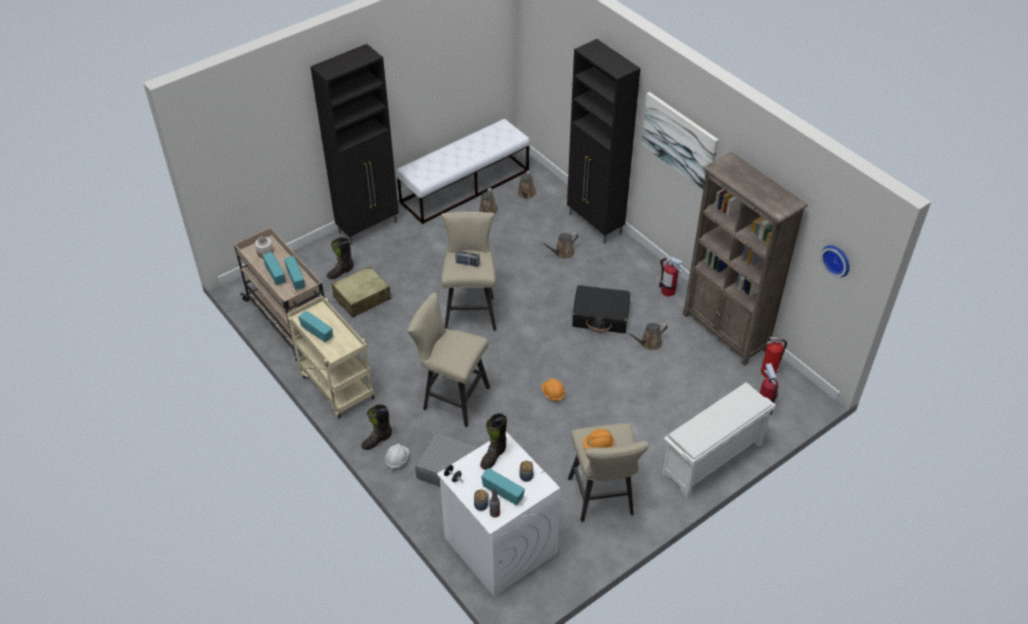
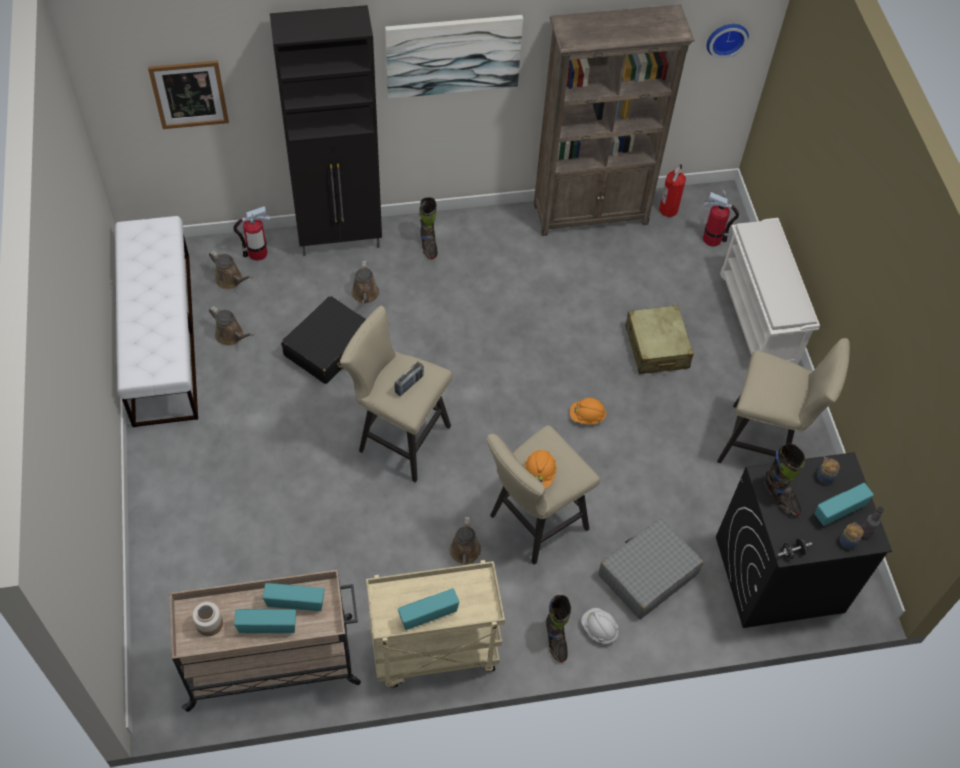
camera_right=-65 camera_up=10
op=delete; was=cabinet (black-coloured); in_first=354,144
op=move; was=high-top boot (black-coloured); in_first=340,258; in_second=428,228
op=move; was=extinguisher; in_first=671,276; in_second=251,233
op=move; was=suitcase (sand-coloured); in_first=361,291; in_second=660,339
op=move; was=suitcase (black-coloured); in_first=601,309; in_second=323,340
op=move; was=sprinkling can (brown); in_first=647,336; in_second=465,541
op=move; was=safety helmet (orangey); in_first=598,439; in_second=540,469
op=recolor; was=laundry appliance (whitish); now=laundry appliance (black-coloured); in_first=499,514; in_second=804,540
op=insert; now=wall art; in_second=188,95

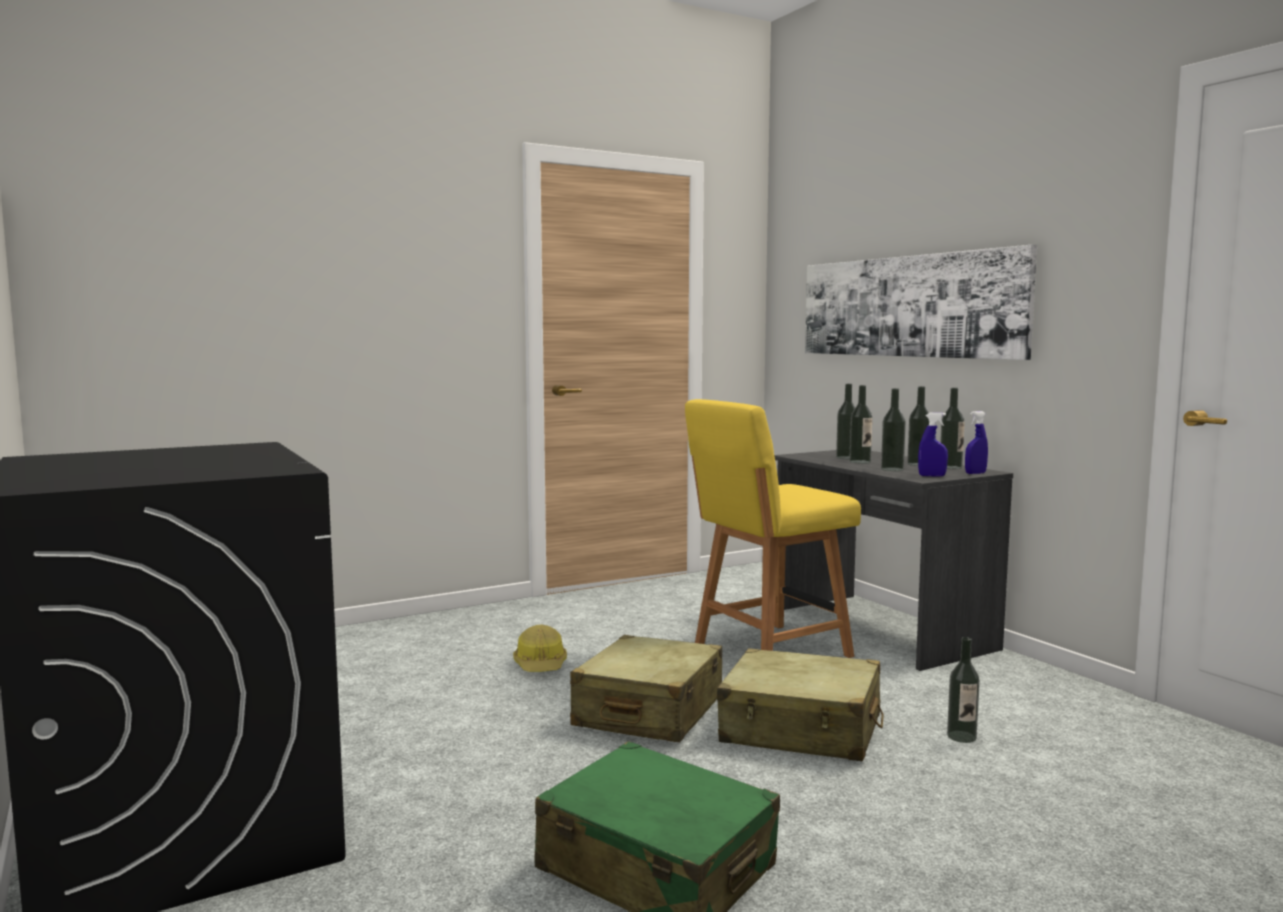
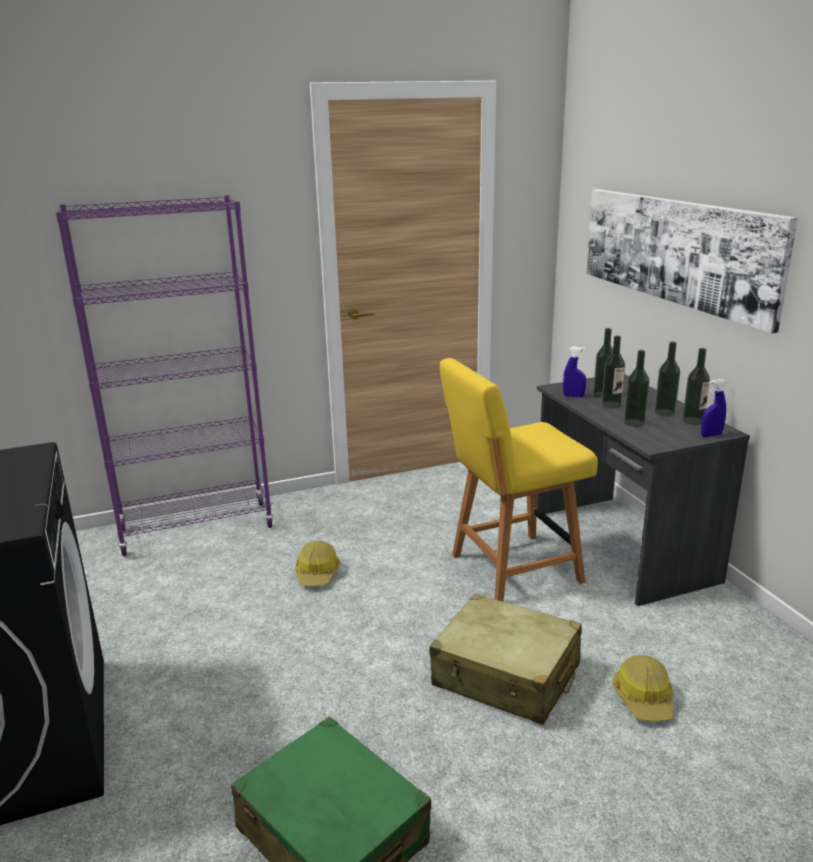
camera_right=10 camera_up=15
op=move; was=spray bottle (blue); in_first=933,445; in_second=574,372
op=delete; was=suitcase (sand-coloured); in_first=646,688
op=replace; was=drink bottle; now=safety helmet; in_first=963,690; in_second=643,688
op=insert; now=bookshelf (purple); in_second=165,375

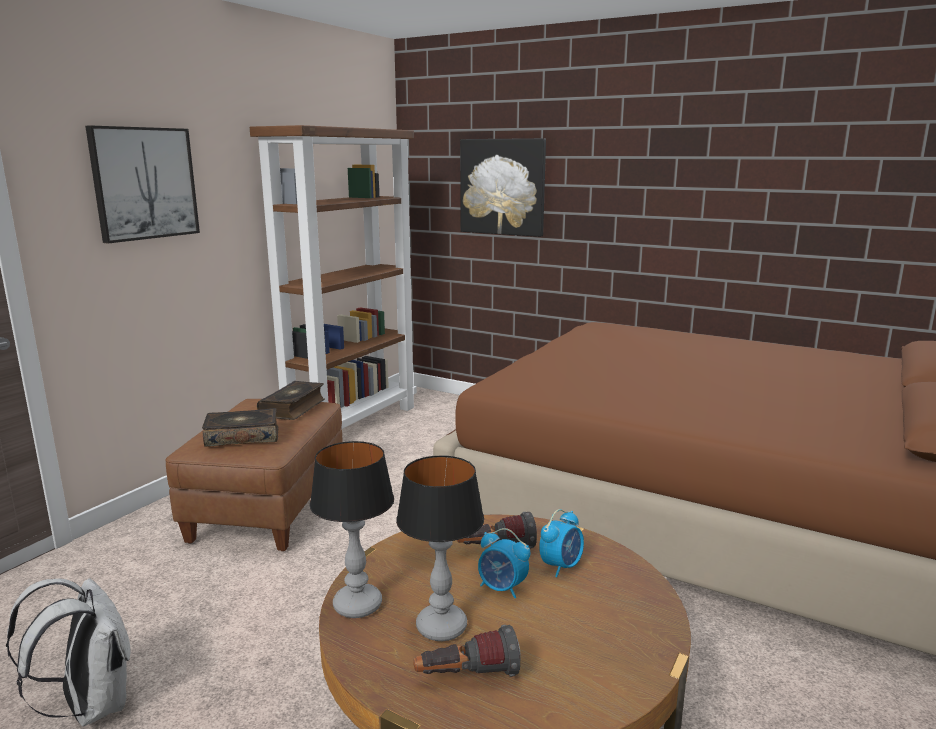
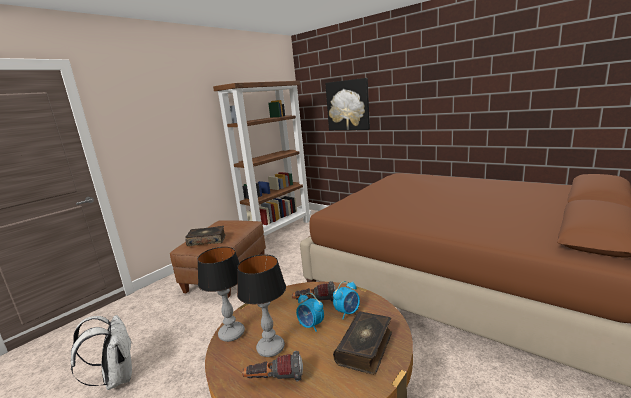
camera_right=10 camera_up=0
op=delete; was=wall art; in_first=142,184
op=move; was=volume; in_first=291,400; in_second=362,343

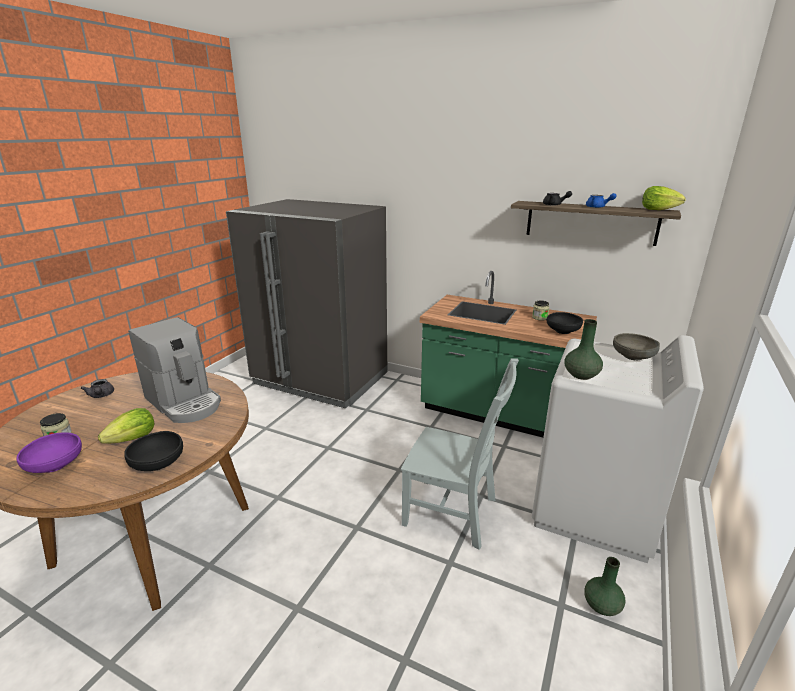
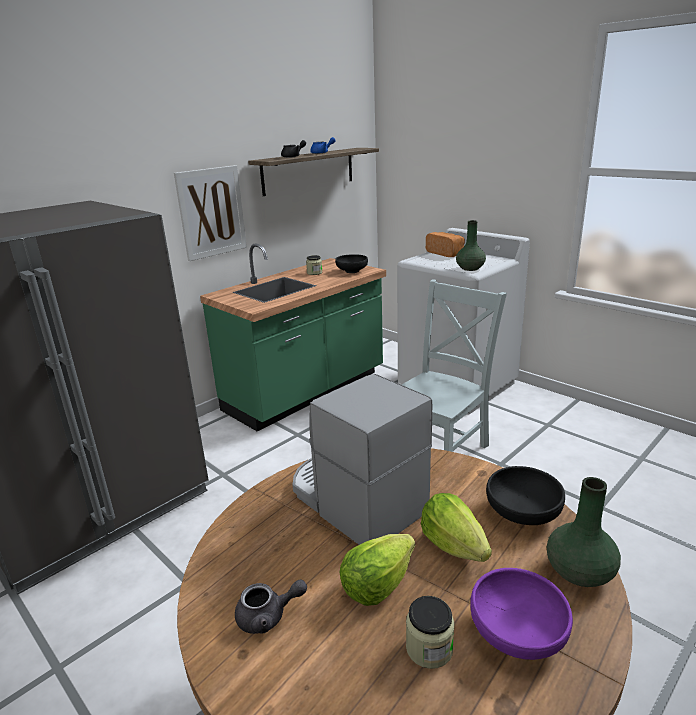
camera_right=-70 camera_up=0
op=move; was=head of lettuce; in_first=663,198; in_second=377,570
op=rotate; was=coffee machine; in_first=174,370; in_second=362,459; clockwise=-105
op=replace; was=bowl (grey); now=bakery bread; in_first=636,346; in_second=445,244
op=move; was=decorative vase (green-coloured); in_first=604,586; in_second=584,532
op=insert; now=wall art; in_second=210,213

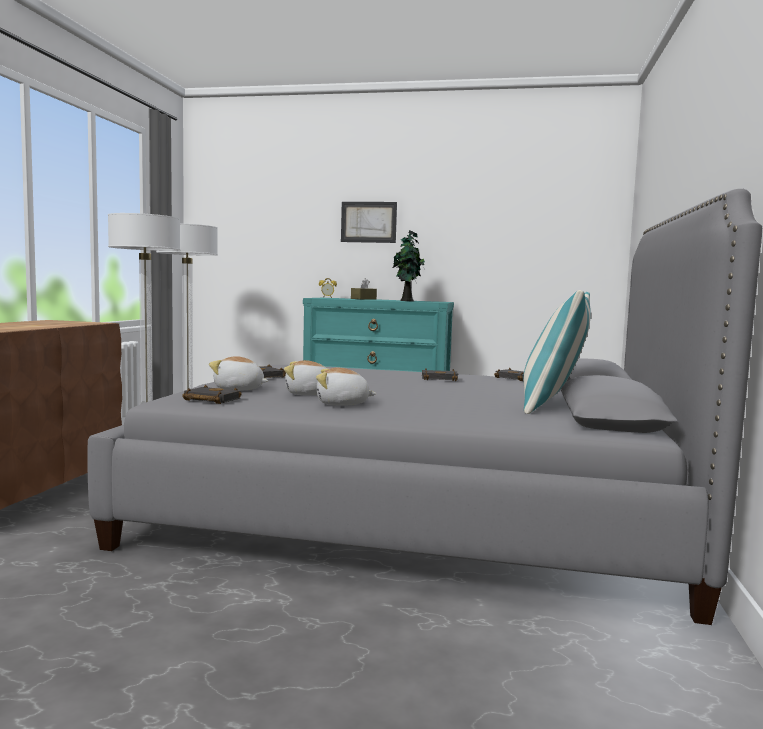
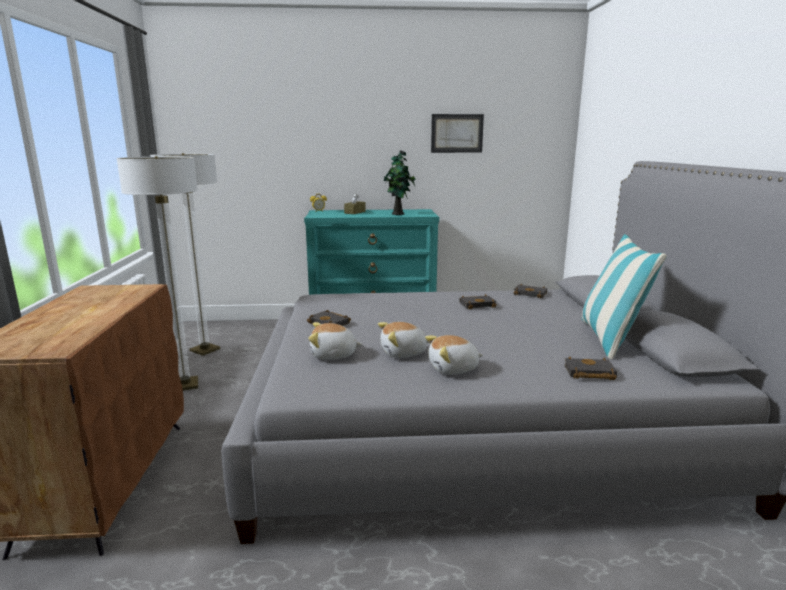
camera_right=-15 camera_up=10
op=move; was=wall art; in_first=369,222; in_second=457,133
op=move; was=volume (black-coloured); in_first=212,394; in_second=591,368

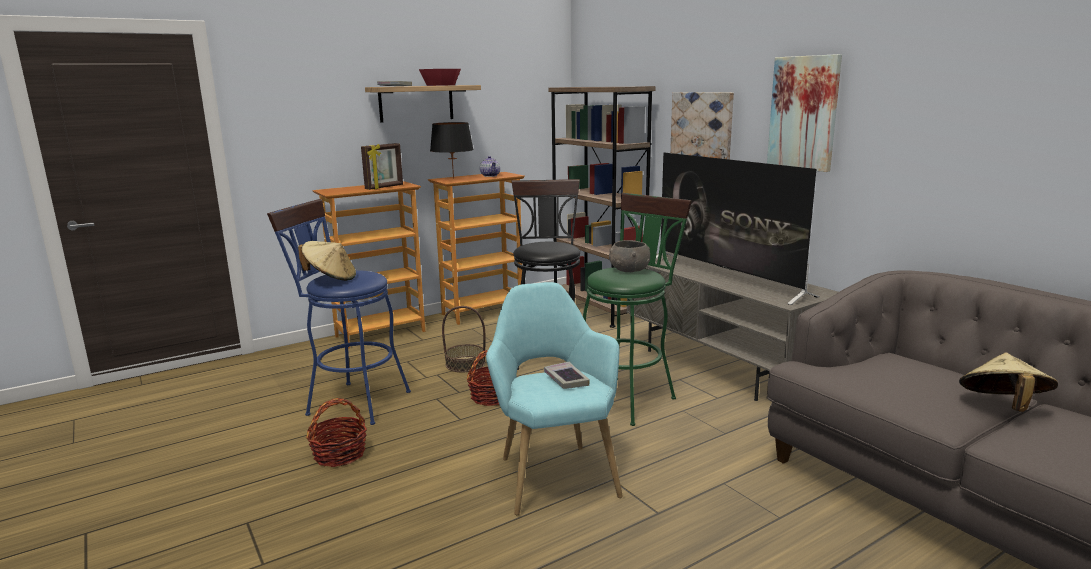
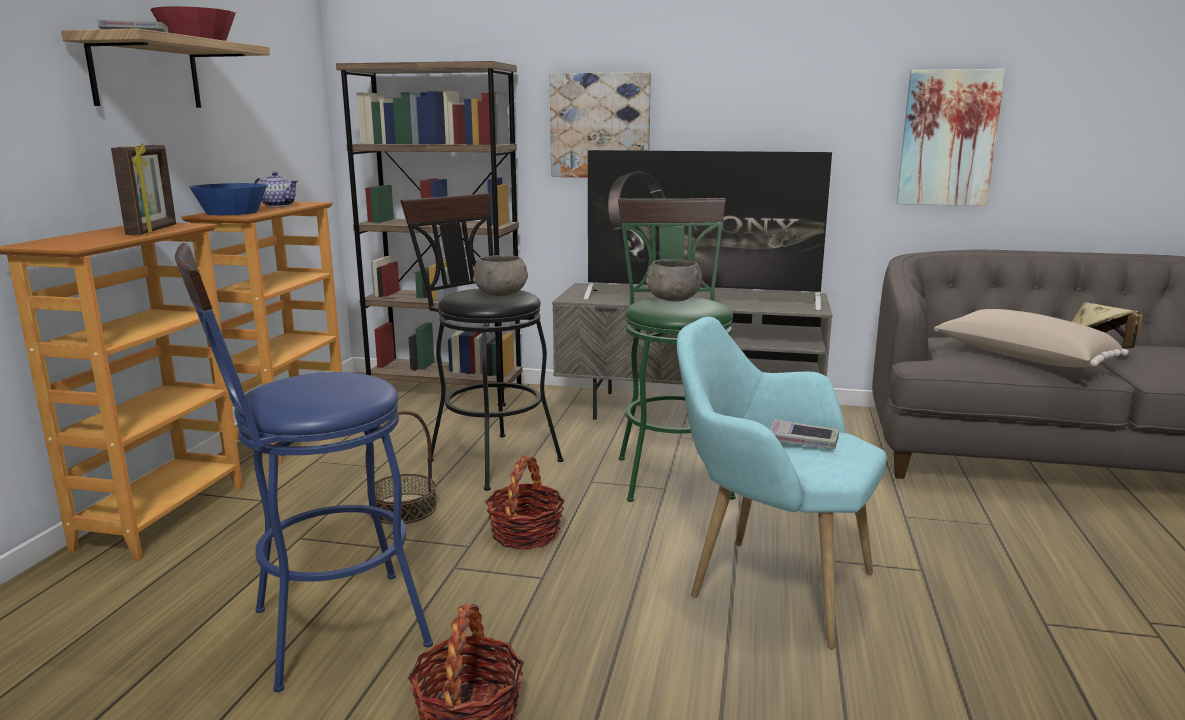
camera_right=-45 camera_up=0
op=move; was=wall art; in_first=804,113; in_second=950,137
op=replace; was=table lamp (black-coloured); now=bowl (blue); in_first=452,150; in_second=228,199
op=delete; was=wearable hat (sand-coloured); in_first=327,261
op=insert; now=bowl (grey); in_second=500,275
op=insert; now=pillow (sand-coloured); in_second=1031,338

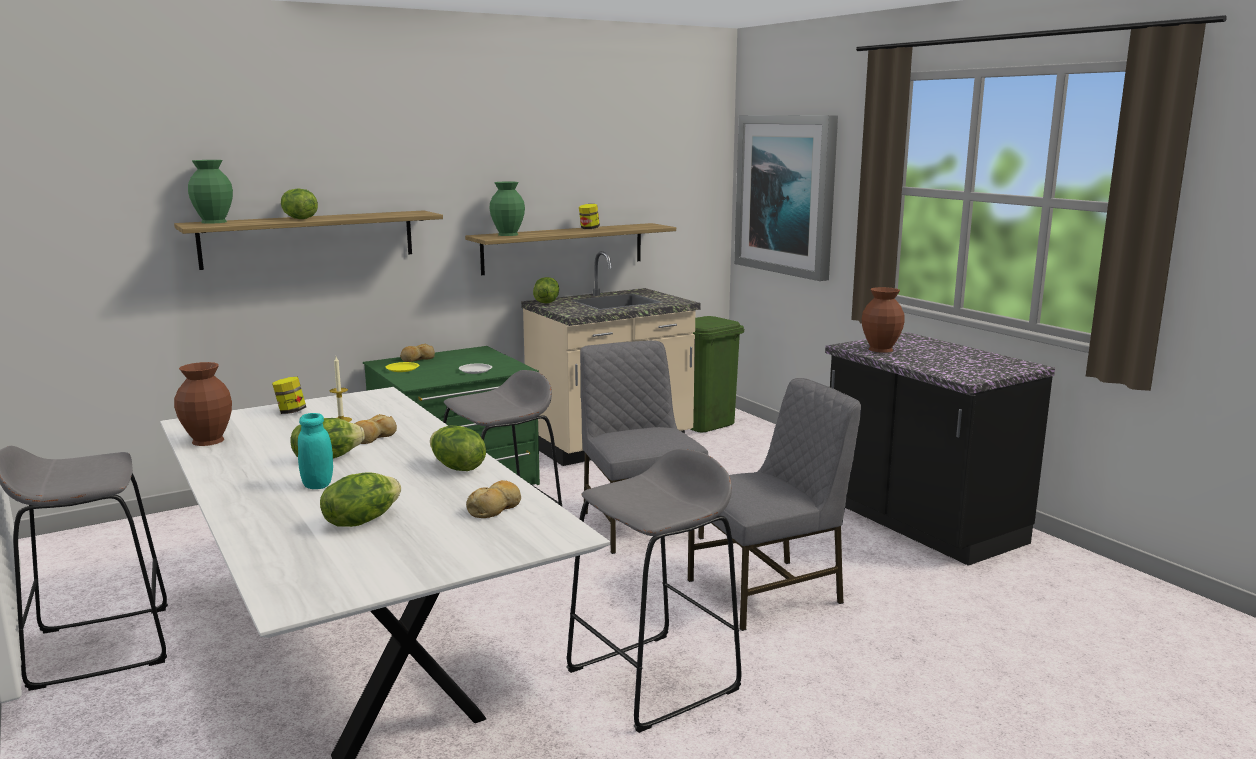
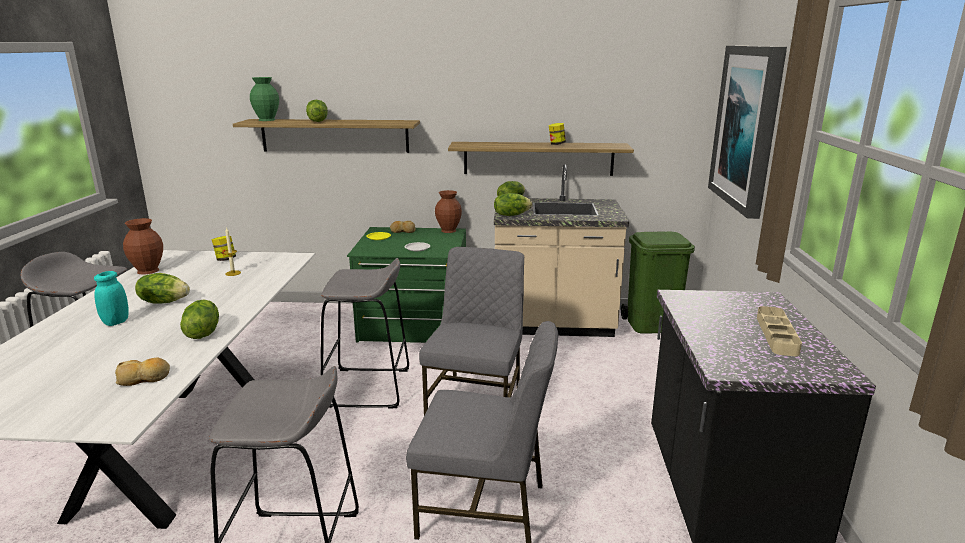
camera_right=35 camera_up=5
op=delete; was=decorative vase (green-coloured); in_first=507,208
op=move; was=decorative vase (brown); in_first=883,320; in_second=448,211
op=delete; was=bakery bread; in_first=375,429
op=move; was=head of lettuce; in_first=360,499; in_second=513,204
op=insert; now=tray (sand-coloured); in_second=779,331

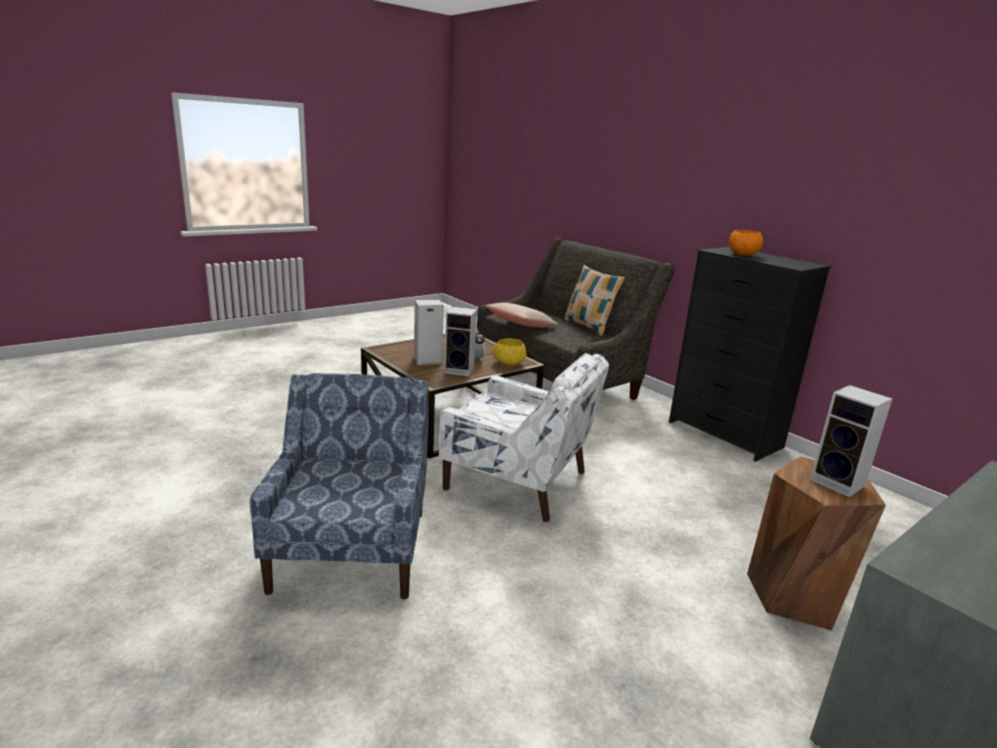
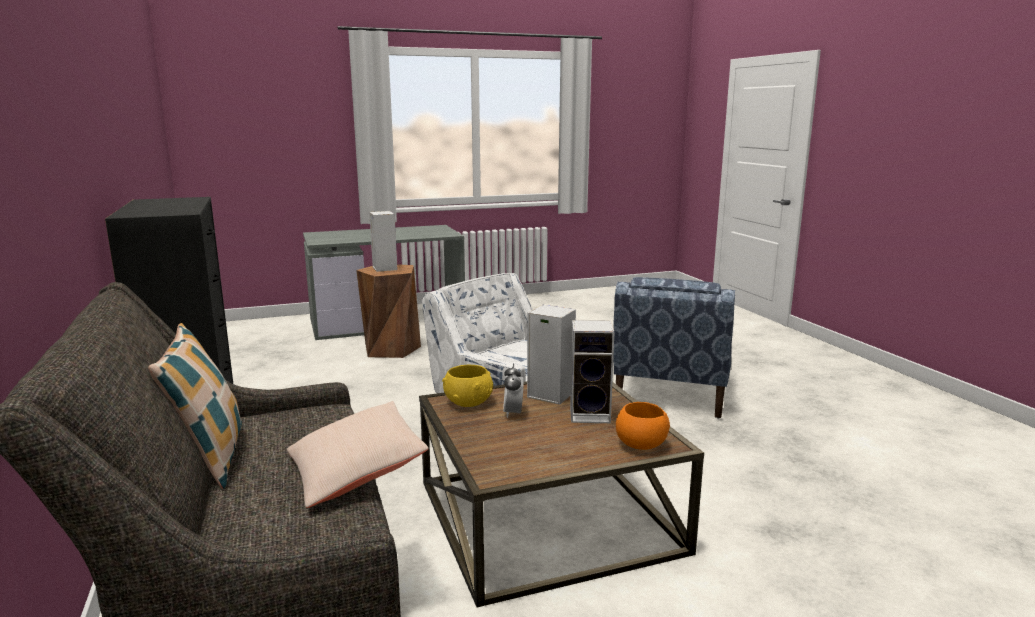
camera_right=-160 camera_up=-5
op=move; was=bowl (orangey); in_first=746,243; in_second=643,426

